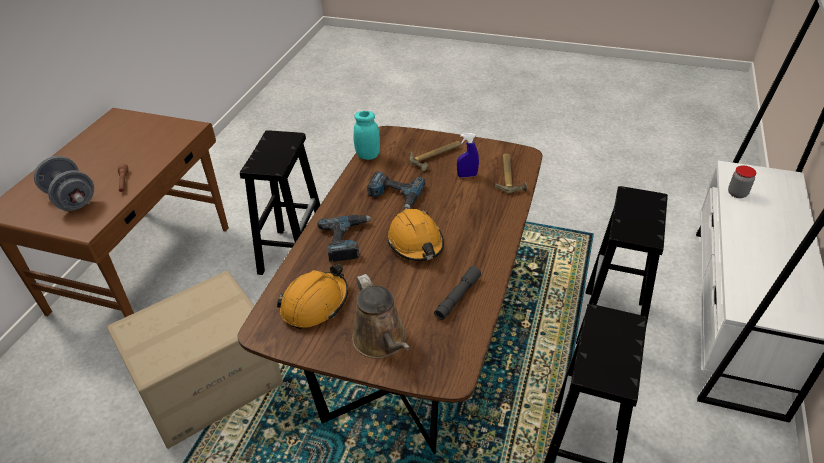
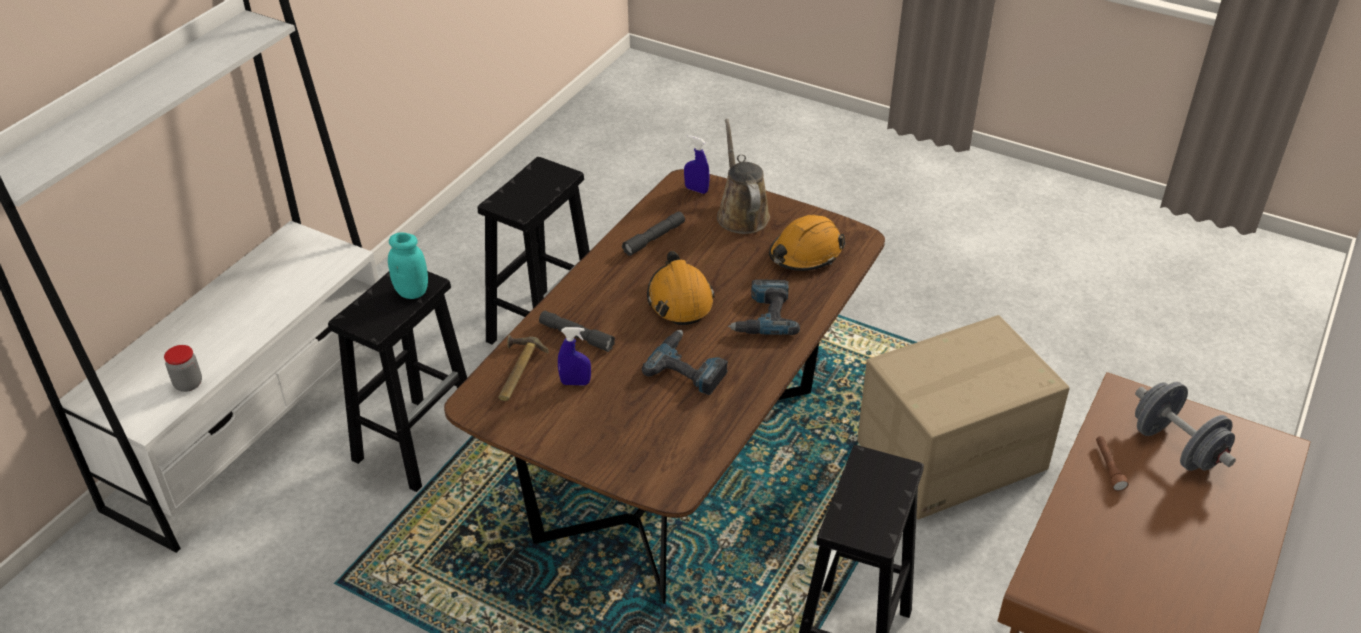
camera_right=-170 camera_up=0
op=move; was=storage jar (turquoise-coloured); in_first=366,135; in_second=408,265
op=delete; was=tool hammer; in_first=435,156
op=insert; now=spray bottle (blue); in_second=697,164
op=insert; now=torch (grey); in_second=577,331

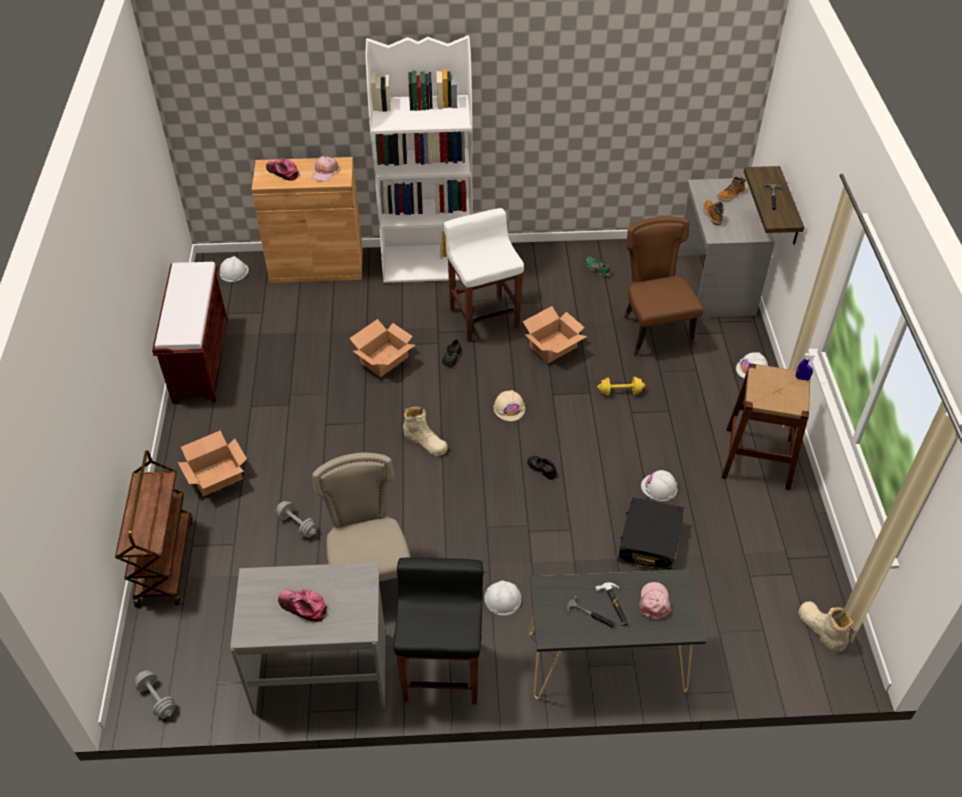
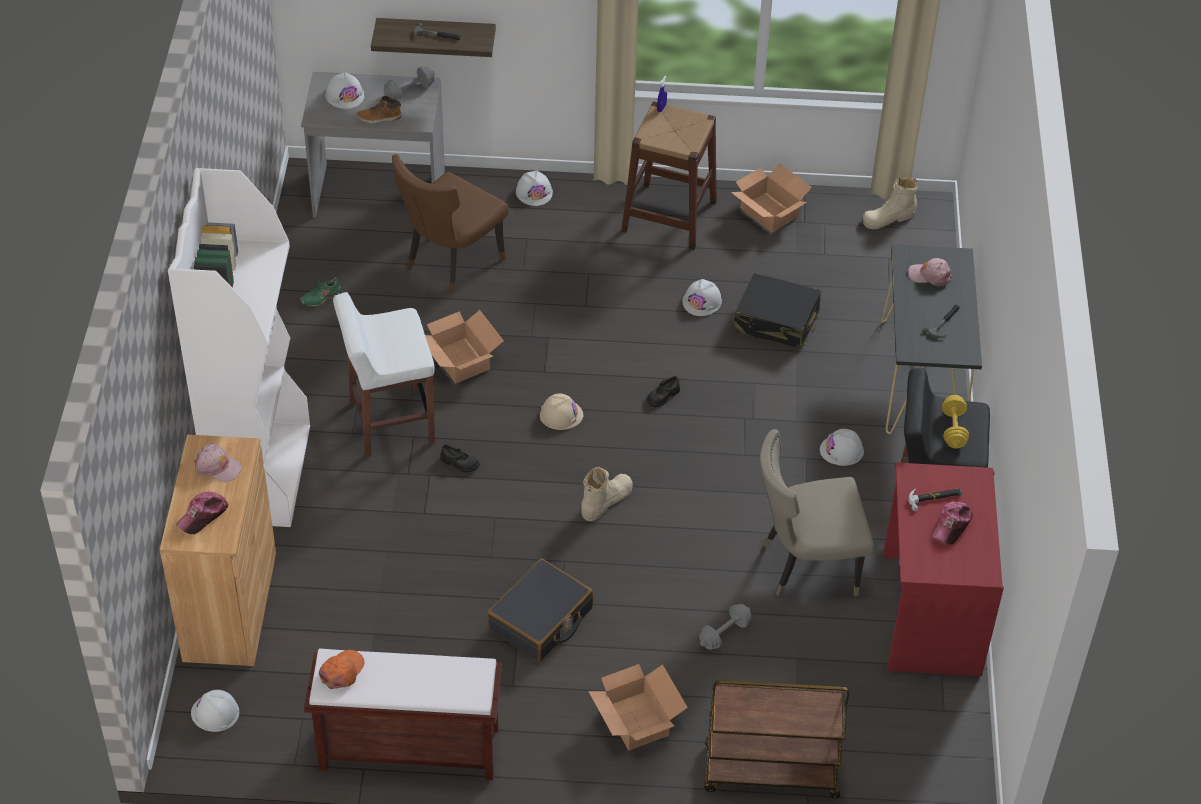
camera_right=-85 camera_up=0
op=replace; was=high-top boot; now=safety helmet (whitish); in_first=731,189; in_second=344,90
op=rotate; was=upright chair (brown); in_first=663,286; in_second=450,224; clockwise=-45
op=move; was=cardboard box; in_first=382,348; in_second=771,198
op=move; was=dumbbell (yellow); in_first=621,386; in_second=955,421
op=recolor; was=desk (grey); now=desk (red-coloured); in_first=308,638; in_second=943,569
op=move; was=tool hammer; in_first=611,604; in_second=935,499
op=move; was=dumbbell (grey); in_first=154,694; in_second=409,83
op=insert; now=suitcase (black-coloured); in_second=540,609
op=insert; now=cap (orangey); in_second=341,669

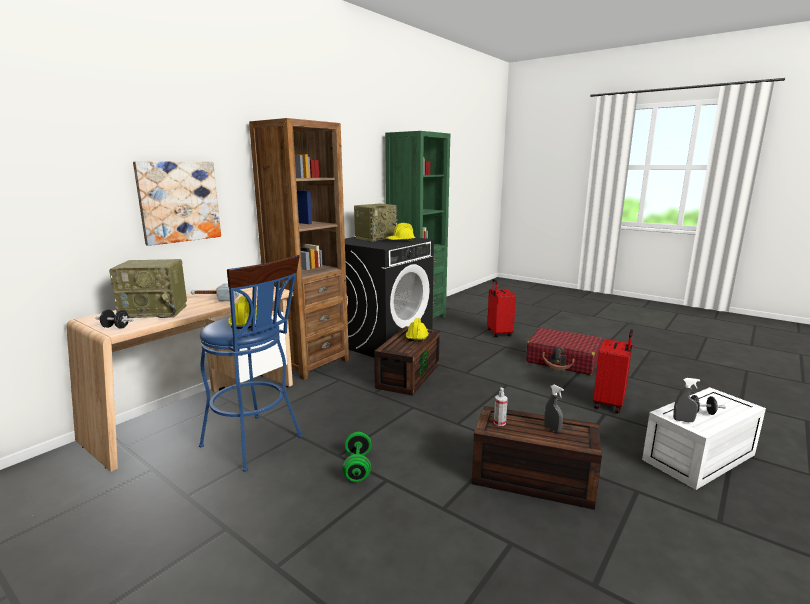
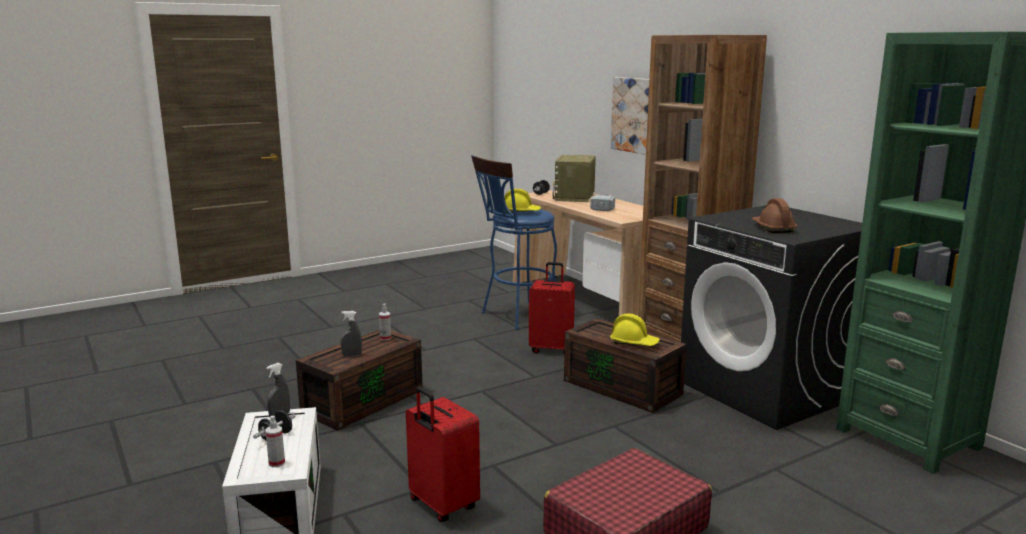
camera_right=110 camera_up=0
op=delete; was=radio; in_first=376,223
op=recolor; was=safety helmet (yellow); now=safety helmet (brown); in_first=400,232; in_second=774,215
op=move; was=suitcase (red-coloured); in_first=501,308; in_second=552,307
op=delete; was=dumbbell (green-coloured); in_first=357,457
op=insert; now=spray bottle; in_second=275,441

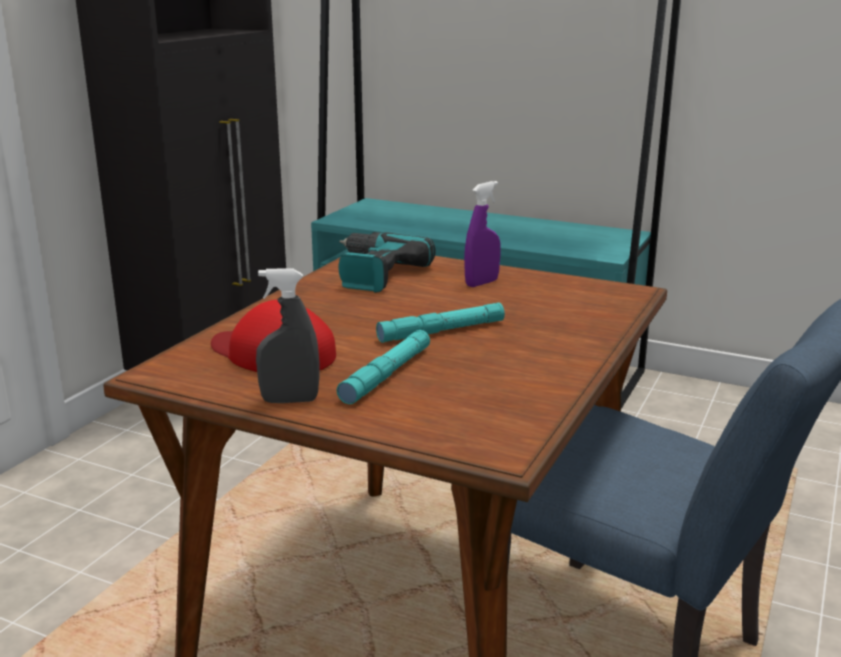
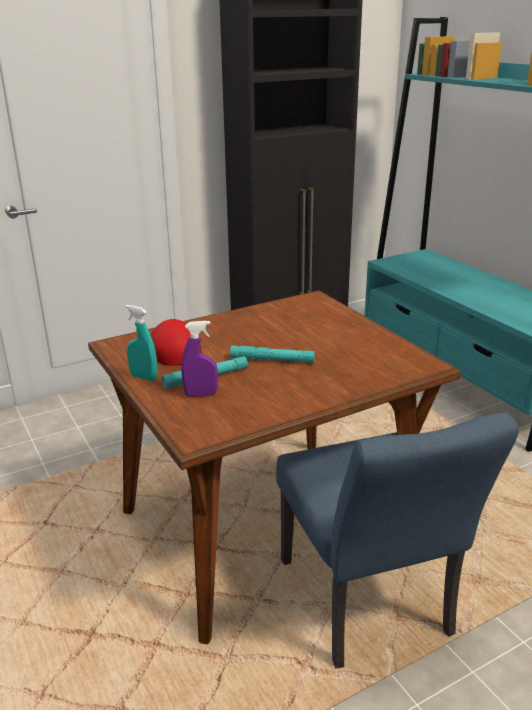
camera_right=35 camera_up=5
op=move; was=spray bottle (purple); in_first=482,234; in_second=199,359
op=delete; was=drill; in_first=386,262
op=recolor; was=spray bottle (grey); now=spray bottle (turquoise-coloured); in_first=287,335; in_second=141,343

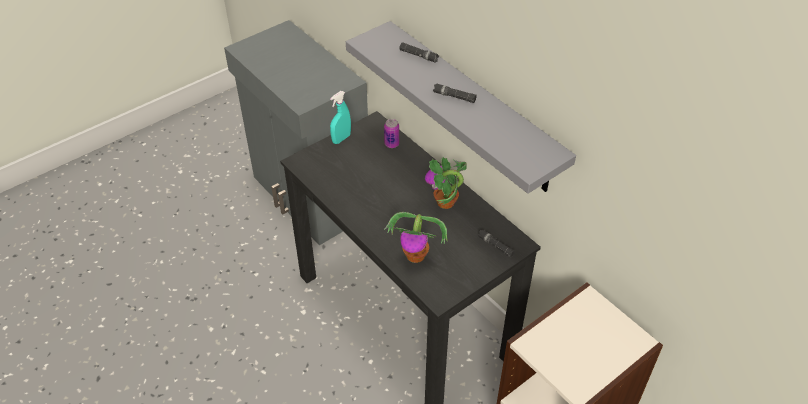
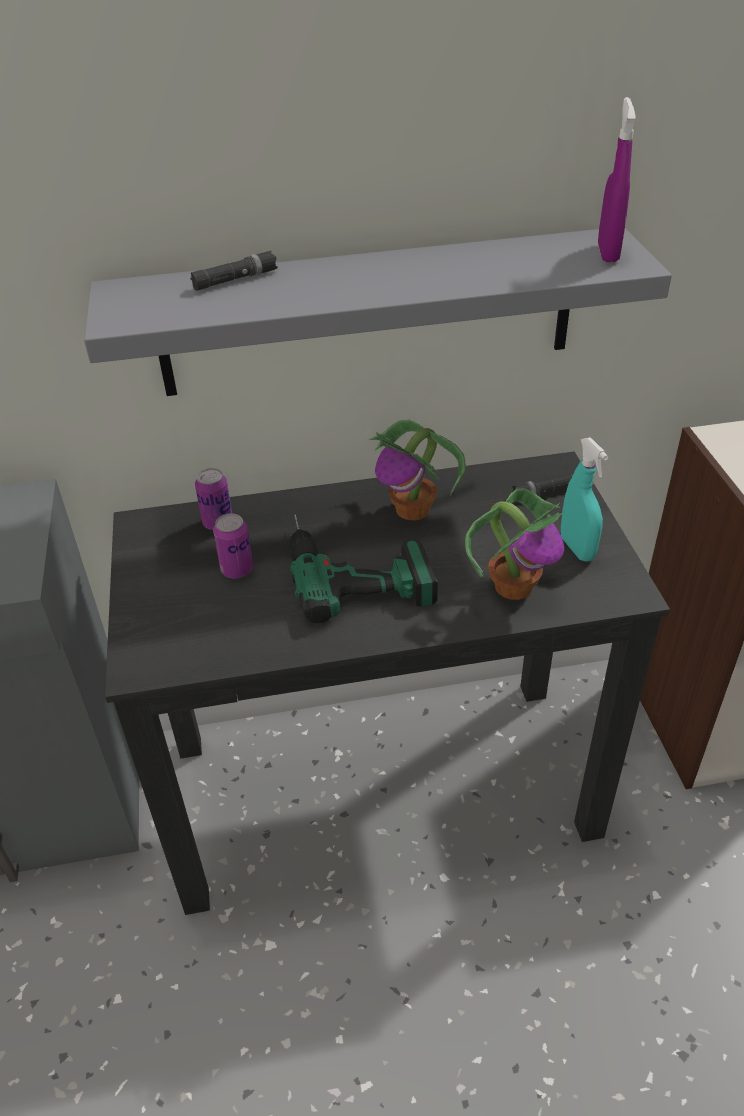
camera_right=-60 camera_up=-5
op=delete; was=torch (black-coloured); in_first=455,93
op=move; was=spray bottle (turquoise-coloured); in_first=340,117; in_second=584,499
op=insert; now=spray bottle (purple); in_second=617,179
op=insert; now=metal can; in_second=233,546
op=insert; now=drill; in_second=364,569

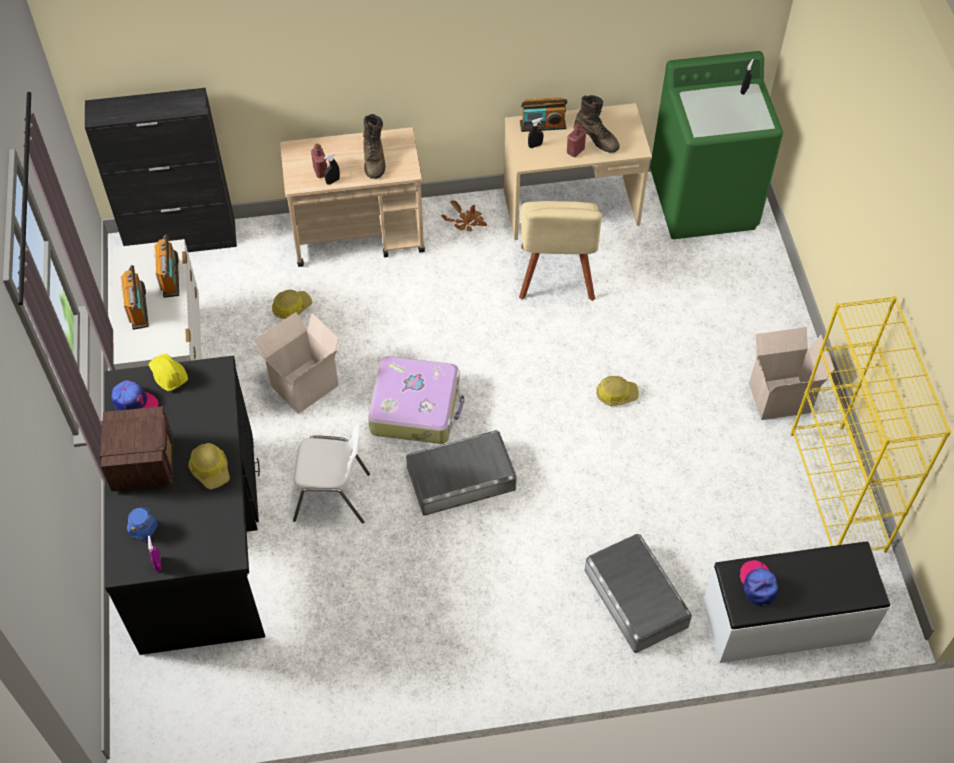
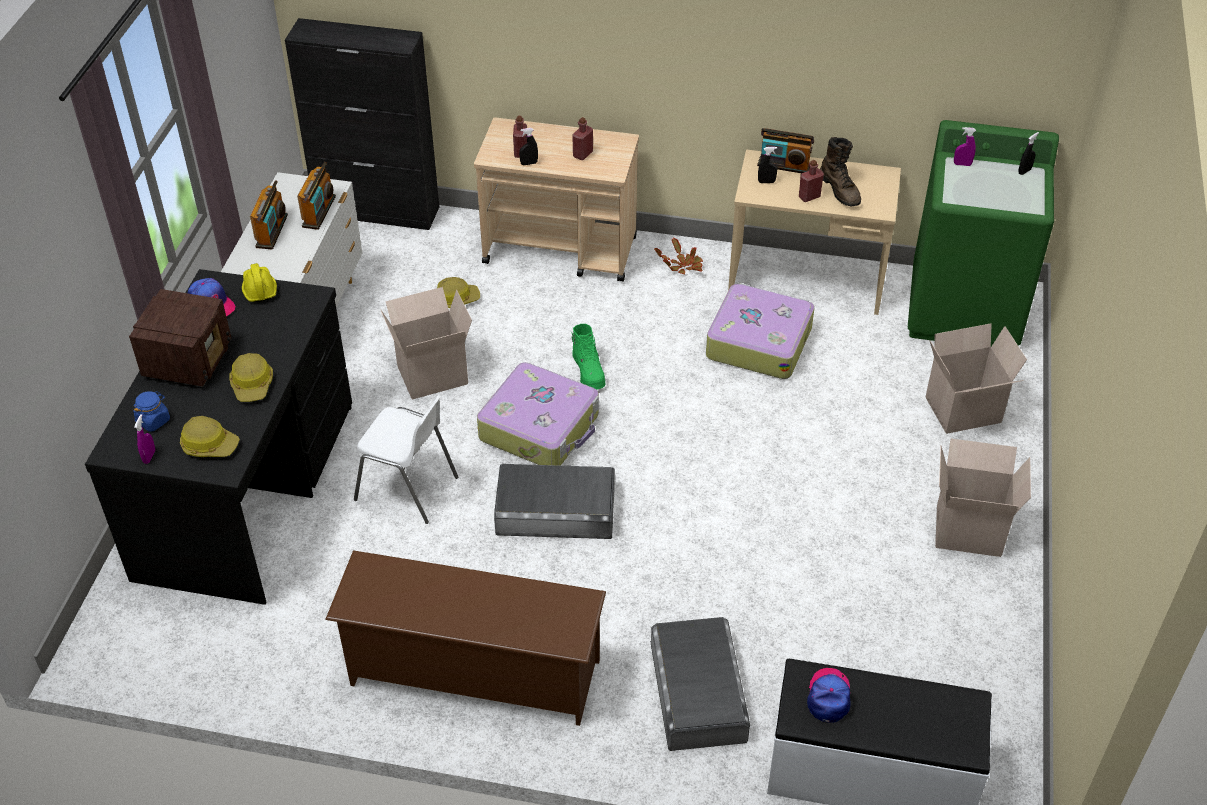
camera_right=20 camera_up=-10
op=replace; was=high-top boot (brown); now=drink bottle (red-coloured); in_first=374,146; in_second=582,138
op=replace; was=upright chair (sand-coloured); now=suitcase; in_first=560,251; in_second=760,331
op=delete; was=bookshelf (yellow); in_first=870,424
op=move; was=safety helmet; in_first=617,391; in_second=210,436
op=insert; now=spray bottle (purple); in_second=965,146
op=insert; now=cardboard box; in_second=976,378
op=insert; now=high-top boot (green-coloured); in_second=588,357
op=insert; now=shoe shelf (brown); in_second=465,638

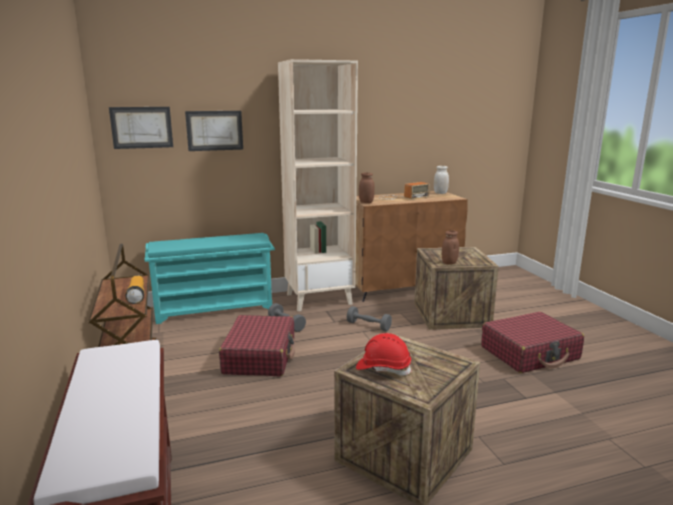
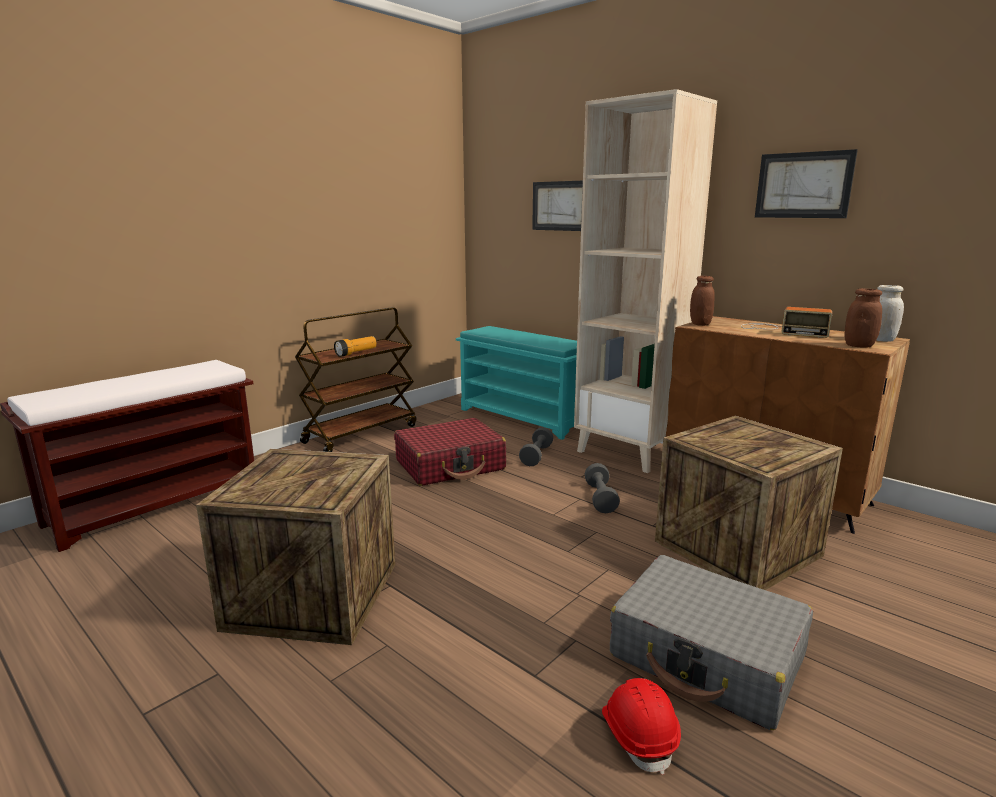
camera_right=60 camera_up=0
op=move; was=wall art; in_first=141,128; in_second=806,183
op=move; was=storage jar (brown); in_first=450,247; in_second=863,318
op=recolor; was=suitcase (red-coloured); now=suitcase (grey); in_first=532,342; in_second=711,642
op=move; was=safety helmet (red-coloured); in_first=384,354; in_second=641,726

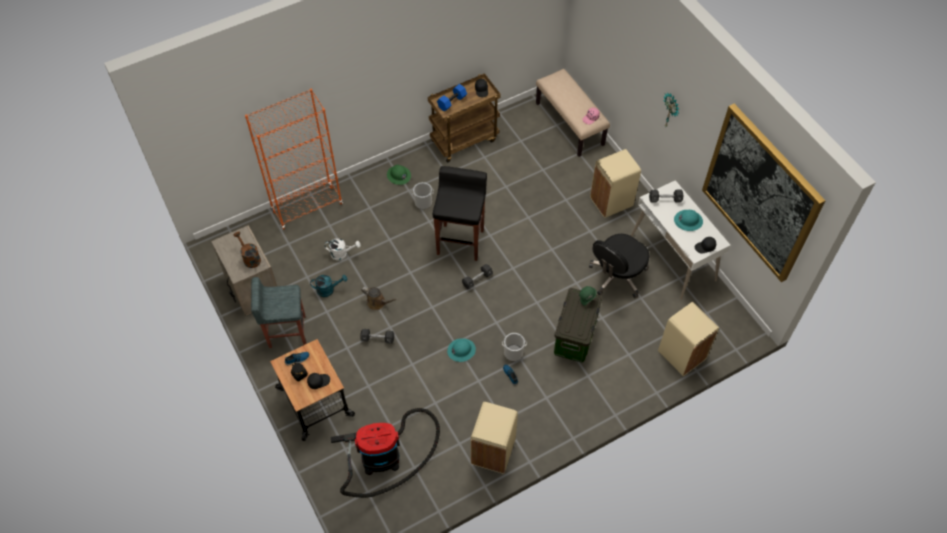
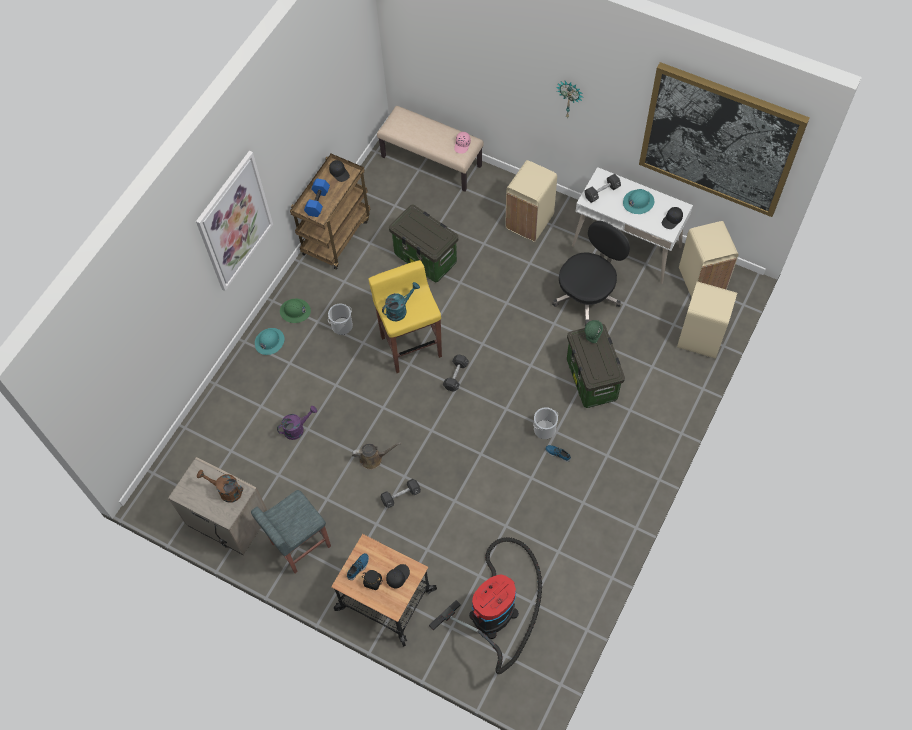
camera_right=-30 camera_up=5
op=delete; was=bookshelf (orangey); in_first=294,159
op=recolor; was=stool seat (black-coloured); now=stool seat (yellow); in_first=460,213; in_second=405,316
op=rotate; was=office chair (black-coloured); in_first=619,266; in_second=591,273; clockwise=-150
op=recolor; was=sprinkling can (whitish); now=sprinkling can (purple); in_first=342,249; in_second=297,423
op=move; was=sprinkling can (turquoise-coloured); in_first=328,286; in_second=401,301
op=move; was=safety helmet (turquoise-coloured); in_first=461,350; in_second=270,341
op=move; was=rubbish bin (sand-coloured); in_first=494,438; in_second=709,259
op=insert; now=wall art; in_second=234,221
op=insert; now=storage box; in_second=423,243

